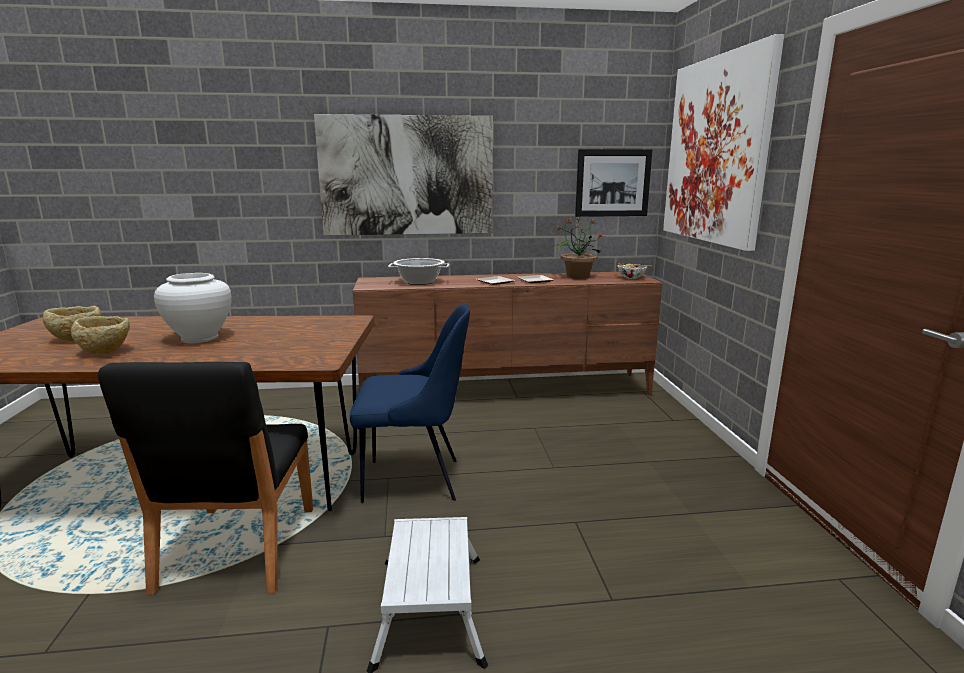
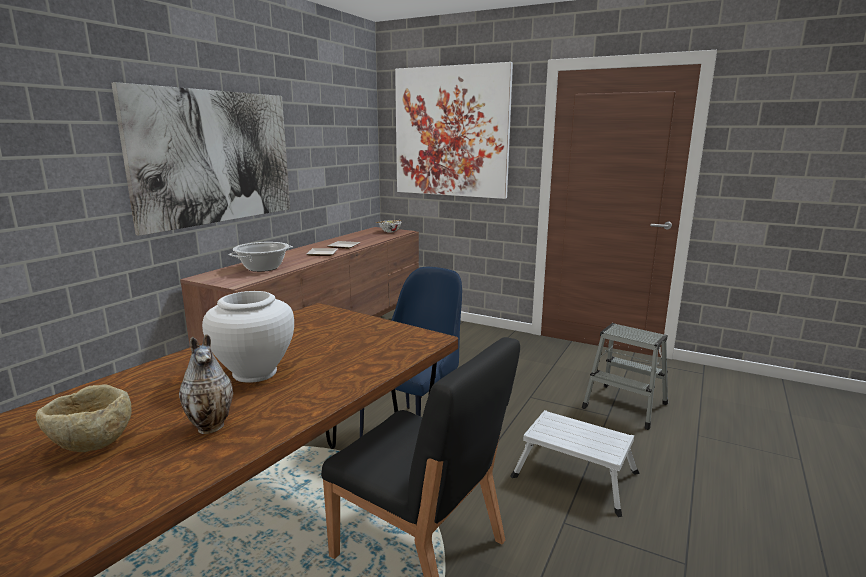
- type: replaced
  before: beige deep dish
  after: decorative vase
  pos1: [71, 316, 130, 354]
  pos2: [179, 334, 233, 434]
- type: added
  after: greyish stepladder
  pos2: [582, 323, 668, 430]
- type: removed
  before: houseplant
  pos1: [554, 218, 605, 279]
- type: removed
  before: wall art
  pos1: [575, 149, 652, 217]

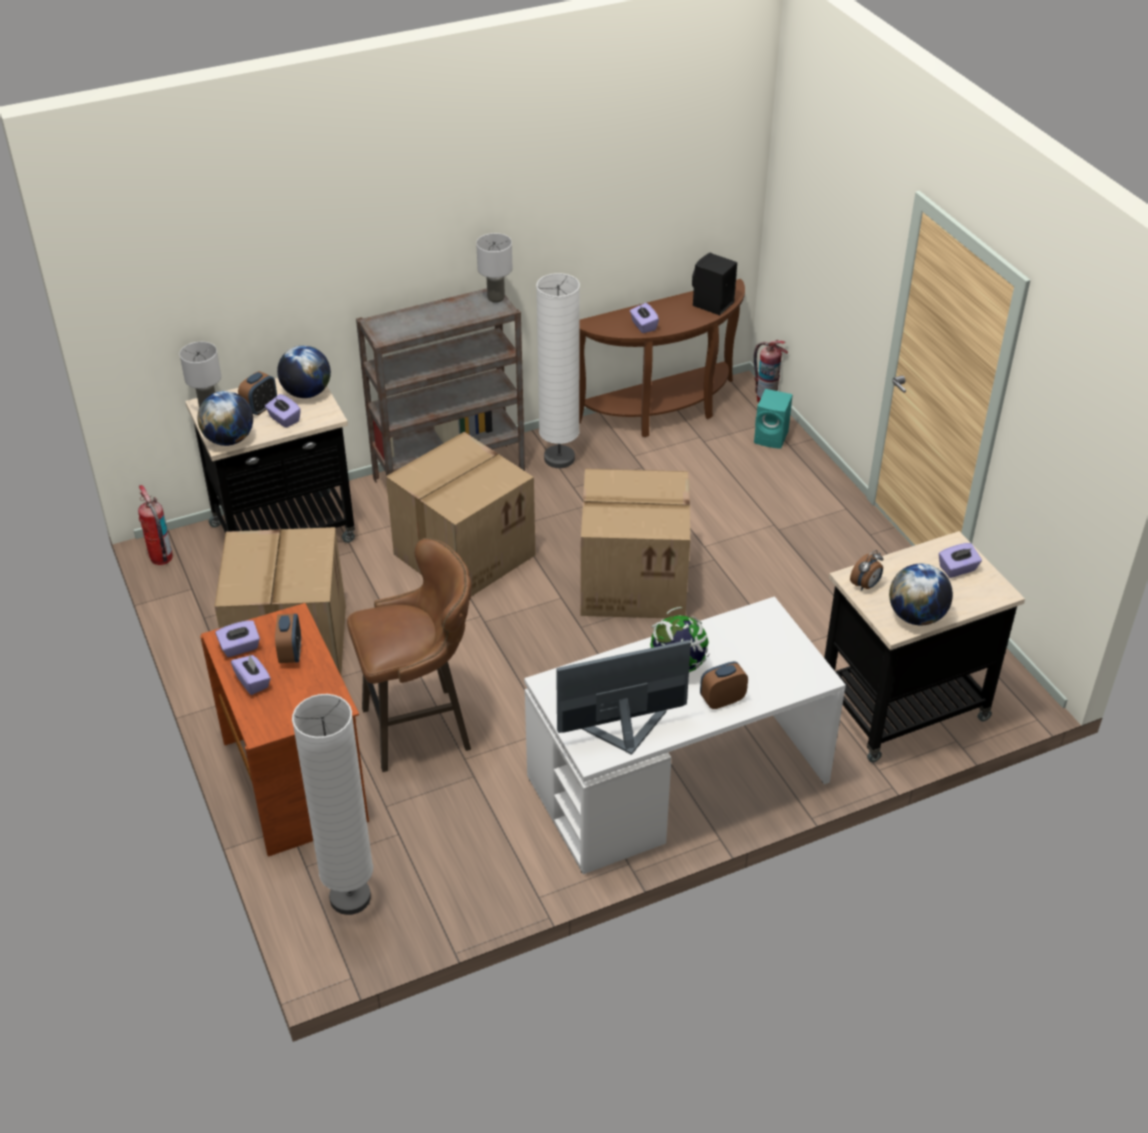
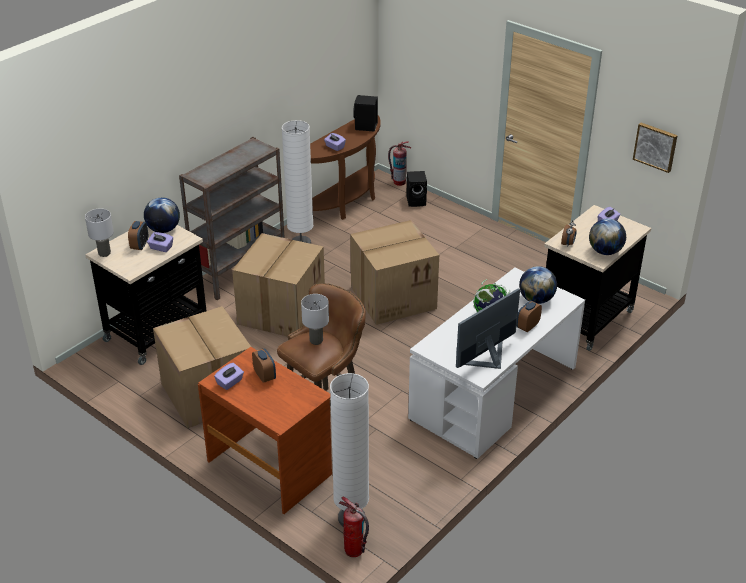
- type: moved
  before: whitish tabletop lamp
  pos1: [476, 233, 513, 303]
  pos2: [301, 294, 329, 345]
- type: moved
  before: fire-fighting cylinder
  pos1: [138, 485, 173, 565]
  pos2: [338, 497, 369, 557]
- type: recoloured
  before: blue-green loudspeaker
  after: blackish loudspeaker
  pos1: [754, 389, 793, 449]
  pos2: [406, 171, 427, 207]
- type: moved
  before: desk globe
  pos1: [198, 391, 253, 446]
  pos2: [519, 266, 557, 304]
- type: added
  after: wall art
  pos2: [633, 123, 678, 173]
- type: removed
  before: purplish tissue holder
  pos1: [231, 654, 271, 695]

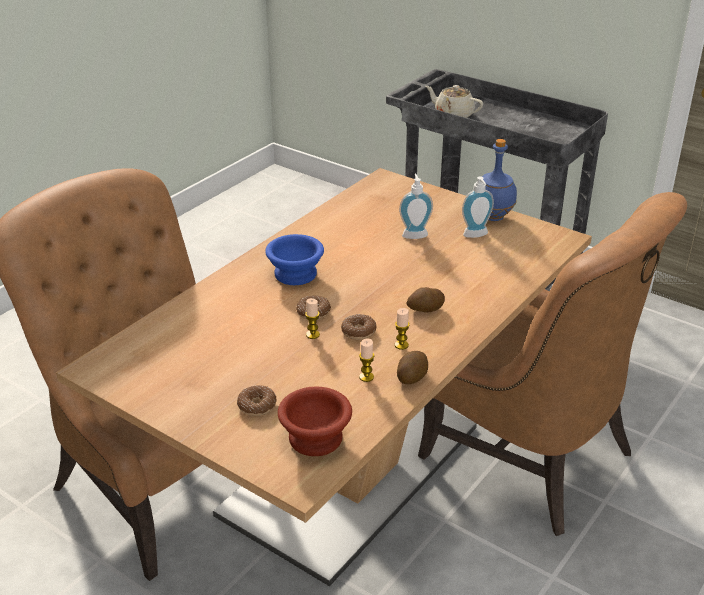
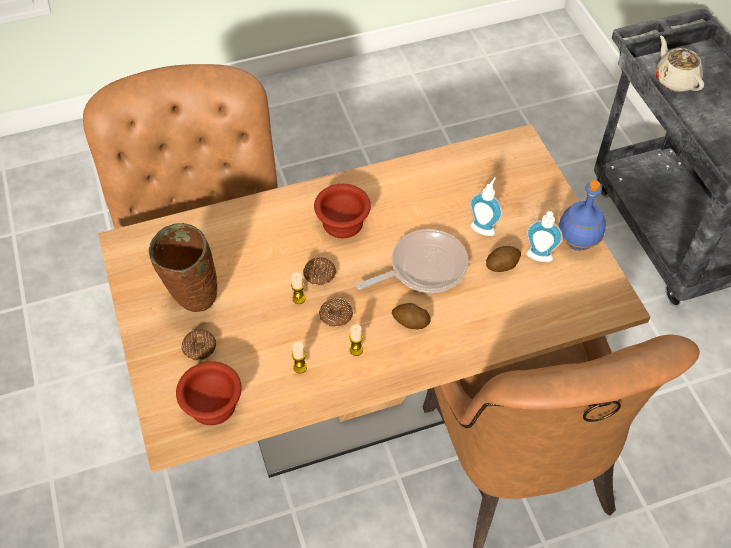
- type: added
  after: brownish decorative vase
  pos2: [149, 223, 217, 312]
- type: recoloured
  before: blue-coloured deep dish
  after: brownish deep dish
  pos1: [265, 234, 324, 285]
  pos2: [314, 184, 371, 238]
- type: added
  after: pan
  pos2: [356, 229, 469, 293]
- type: moved
  before: spud
  pos1: [397, 351, 428, 384]
  pos2: [486, 246, 521, 272]

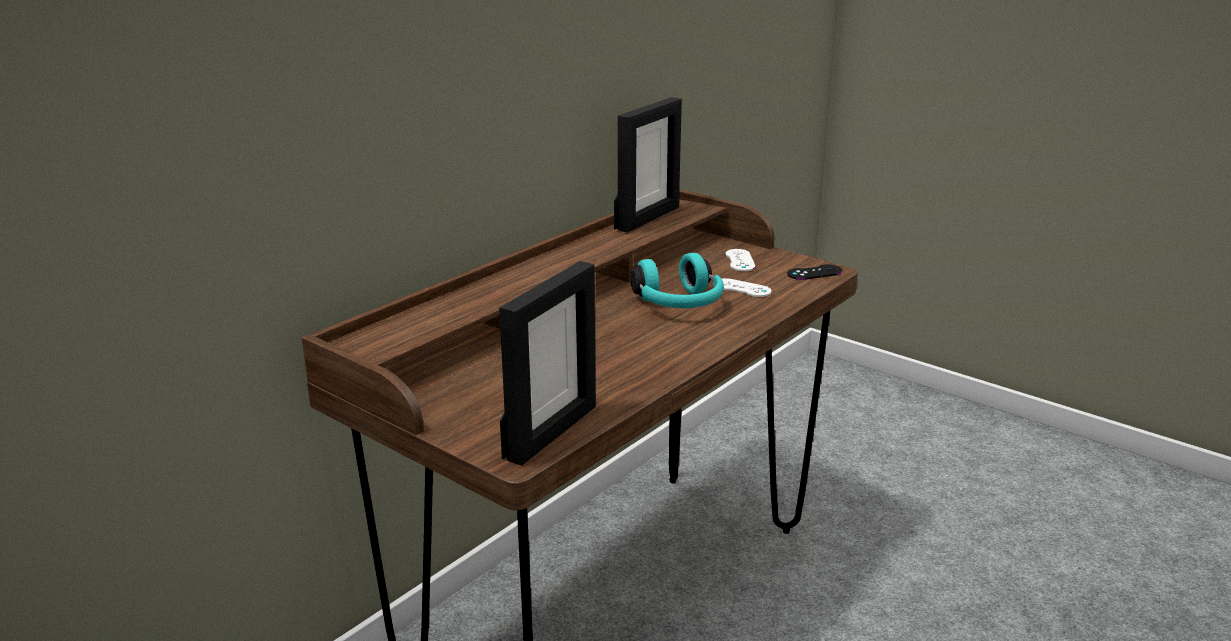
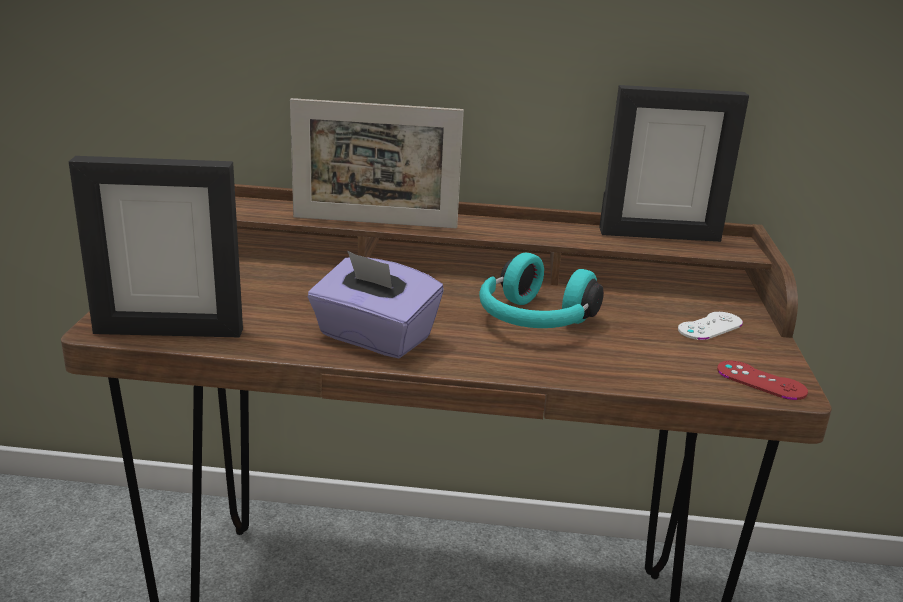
- type: added
  after: photo frame
  pos2: [290, 98, 464, 228]
- type: added
  after: purplish tissue holder
  pos2: [308, 251, 444, 359]
- type: recoloured
  before: blackish joypad
  after: red-coloured joypad
  pos1: [787, 264, 842, 280]
  pos2: [717, 361, 808, 400]
- type: removed
  before: whitish joypad
  pos1: [722, 278, 771, 297]

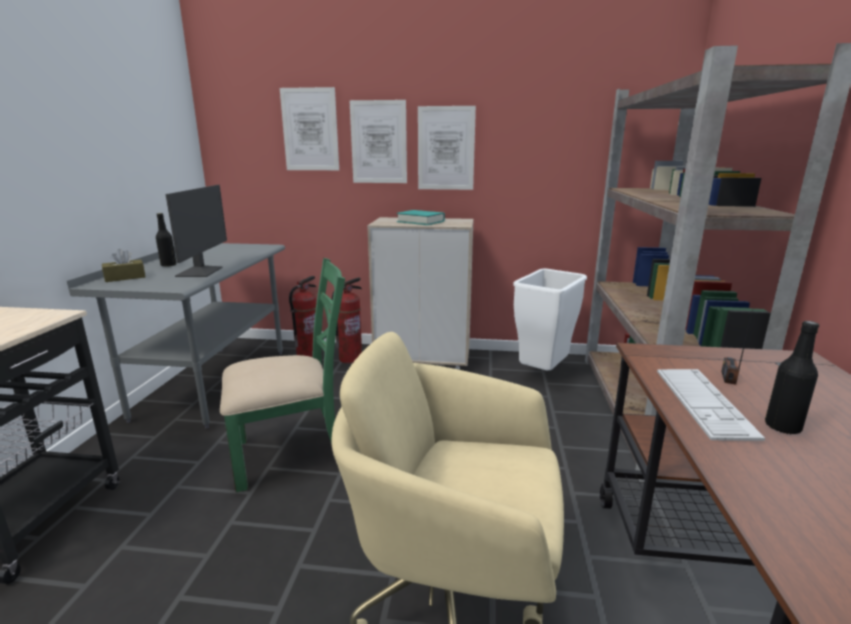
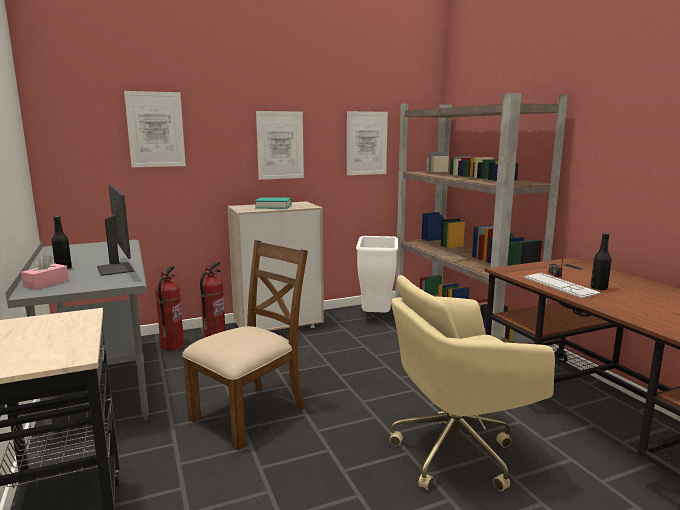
- type: recoloured
  before: brownish tissue holder
  after: pinkish tissue holder
  pos1: [102, 249, 145, 282]
  pos2: [21, 254, 69, 290]
- type: recoloured
  before: green-coloured upright chair
  after: brownish upright chair
  pos1: [220, 258, 345, 492]
  pos2: [182, 240, 308, 450]
- type: moved
  before: wall art
  pos1: [349, 100, 407, 183]
  pos2: [347, 111, 388, 175]

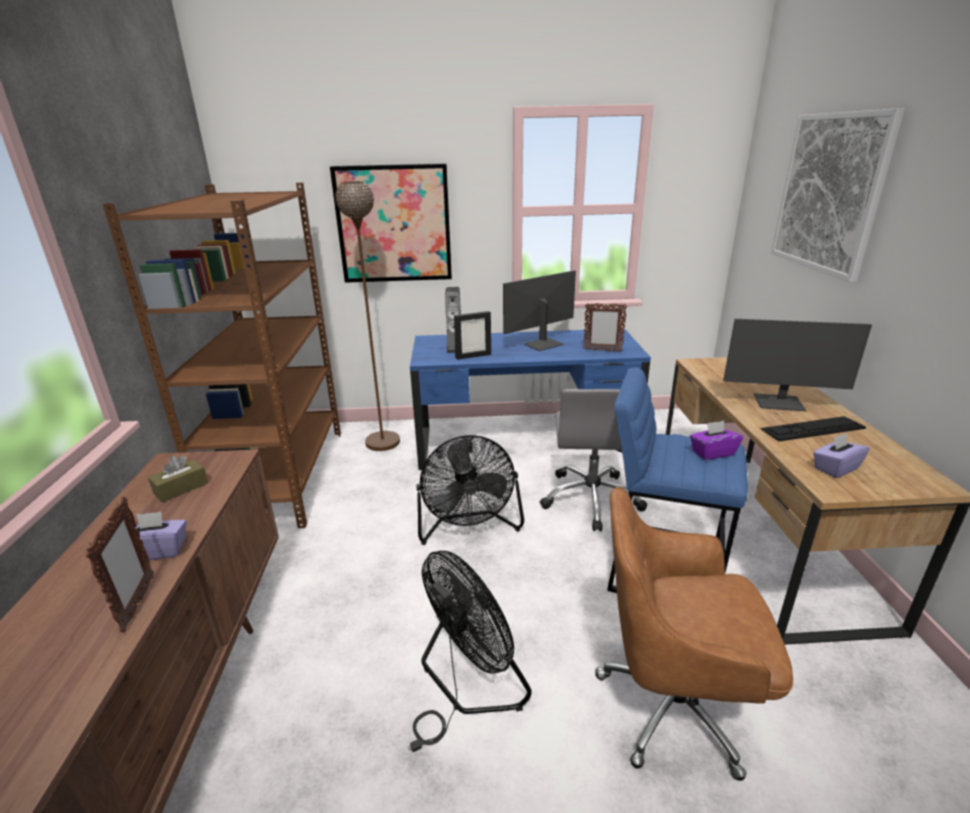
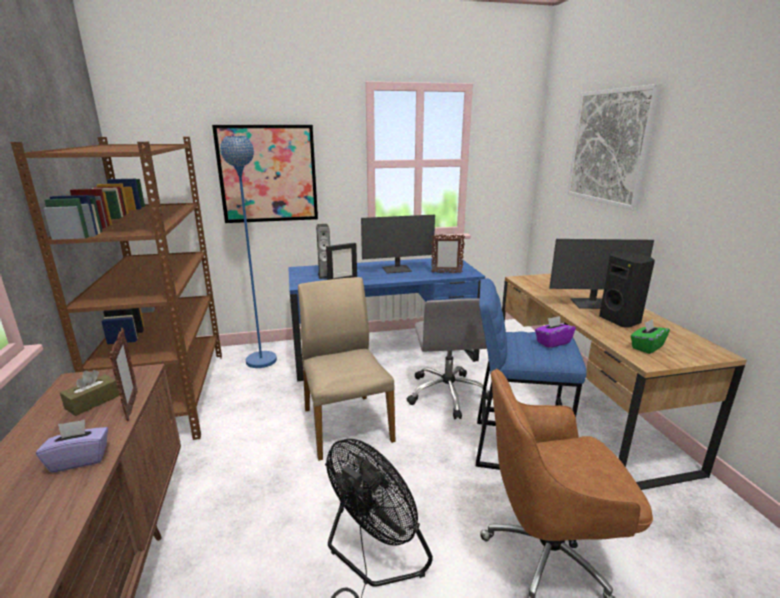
- type: moved
  before: photo frame
  pos1: [86, 497, 154, 633]
  pos2: [110, 328, 138, 421]
- type: recoloured
  before: brownish floor lamp
  after: blue-coloured floor lamp
  pos1: [335, 181, 400, 451]
  pos2: [220, 136, 277, 368]
- type: replaced
  before: blackish electric fan
  after: beige upright chair
  pos1: [416, 435, 524, 545]
  pos2: [298, 277, 396, 461]
- type: turned
  before: computer screen
  pos1: [503, 270, 576, 351]
  pos2: [361, 215, 435, 274]
  turn: -150
- type: replaced
  before: PC keyboard
  after: blackish loudspeaker
  pos1: [760, 416, 866, 441]
  pos2: [599, 253, 655, 328]
- type: recoloured
  before: purplish tissue holder
  after: green-coloured tissue holder
  pos1: [813, 433, 870, 478]
  pos2: [631, 319, 670, 354]

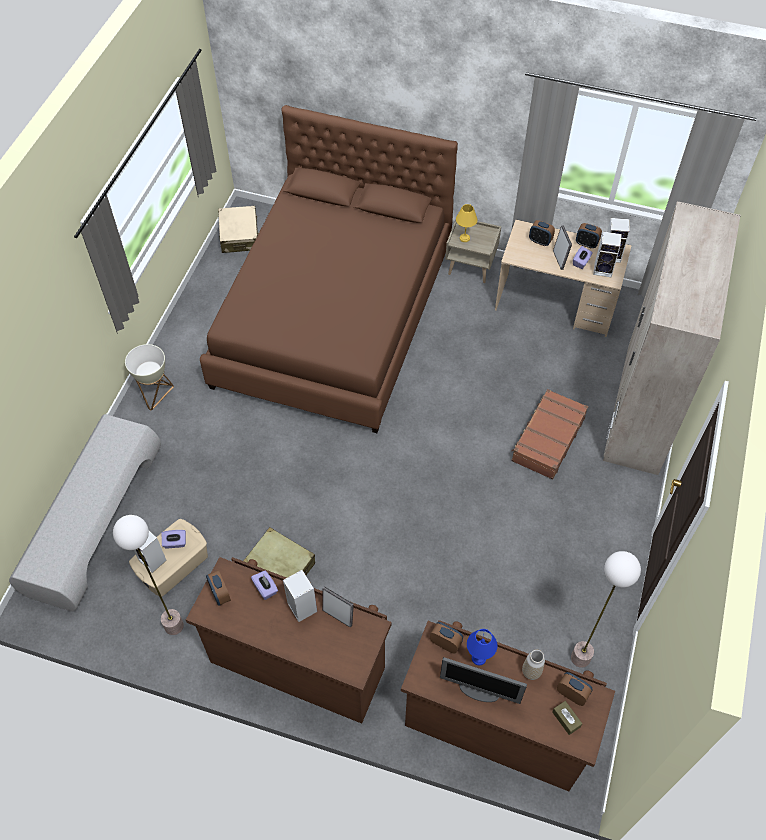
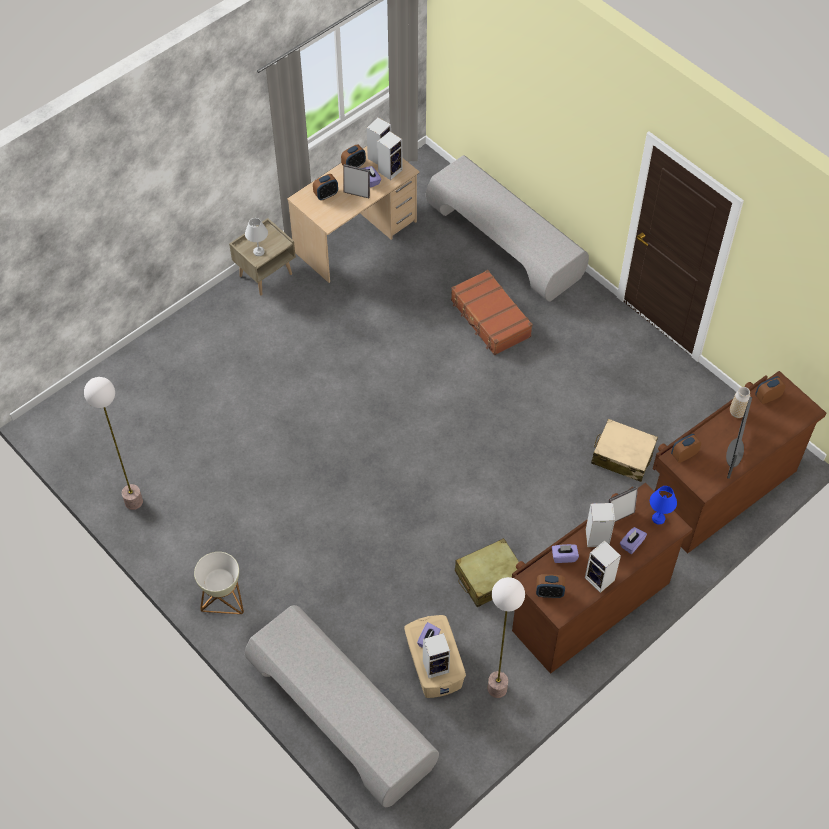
- type: moved
  before: floor lamp
  pos1: [571, 551, 641, 668]
  pos2: [84, 377, 143, 510]
- type: recoloured
  before: yellow tabletop lamp
  after: whitish tabletop lamp
  pos1: [456, 204, 477, 242]
  pos2: [245, 218, 268, 256]
- type: replaced
  before: beige wardrobe
  after: greyish bench
  pos1: [603, 202, 741, 475]
  pos2: [426, 155, 589, 302]
- type: added
  after: loudspeaker
  pos2: [585, 541, 621, 593]
- type: moved
  before: beige suitcase
  pos1: [218, 206, 258, 253]
  pos2: [591, 419, 658, 482]
- type: added
  after: purplish tissue holder
  pos2: [620, 527, 647, 554]
- type: moved
  before: blue-coloured tabletop lamp
  pos1: [467, 629, 497, 665]
  pos2: [650, 486, 677, 525]
- type: turned
  before: computer screen
  pos1: [440, 657, 527, 704]
  pos2: [726, 397, 752, 479]
  turn: 150
- type: removed
  before: brownish bed
  pos1: [200, 105, 458, 433]
- type: removed
  before: brownish tissue holder
  pos1: [552, 701, 582, 735]

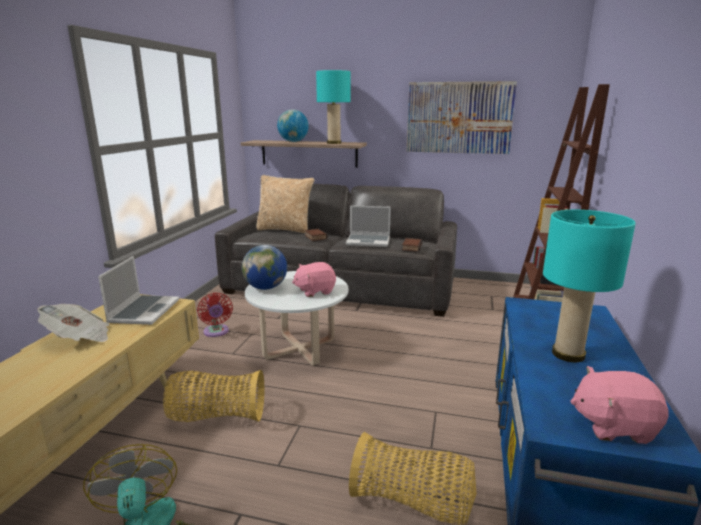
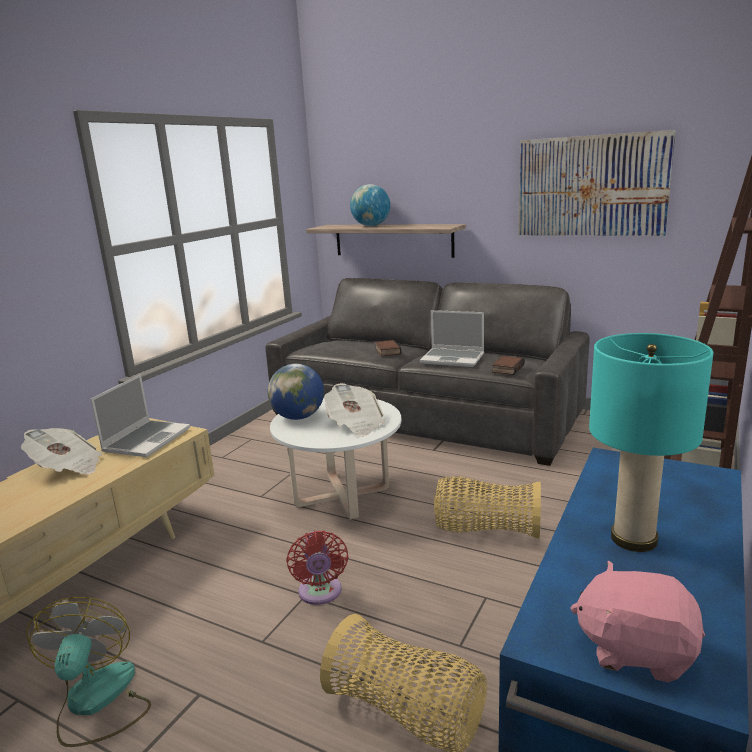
- type: moved
  before: red-coloured electric fan
  pos1: [197, 293, 233, 337]
  pos2: [286, 530, 349, 605]
- type: replaced
  before: pinkish soft toy
  after: newspaper
  pos1: [292, 262, 336, 297]
  pos2: [324, 383, 386, 437]
- type: moved
  before: household basket
  pos1: [163, 370, 264, 422]
  pos2: [434, 477, 541, 539]
- type: removed
  before: beige pillow
  pos1: [256, 175, 314, 234]
- type: removed
  before: blue-green tabletop lamp
  pos1: [316, 70, 350, 144]

